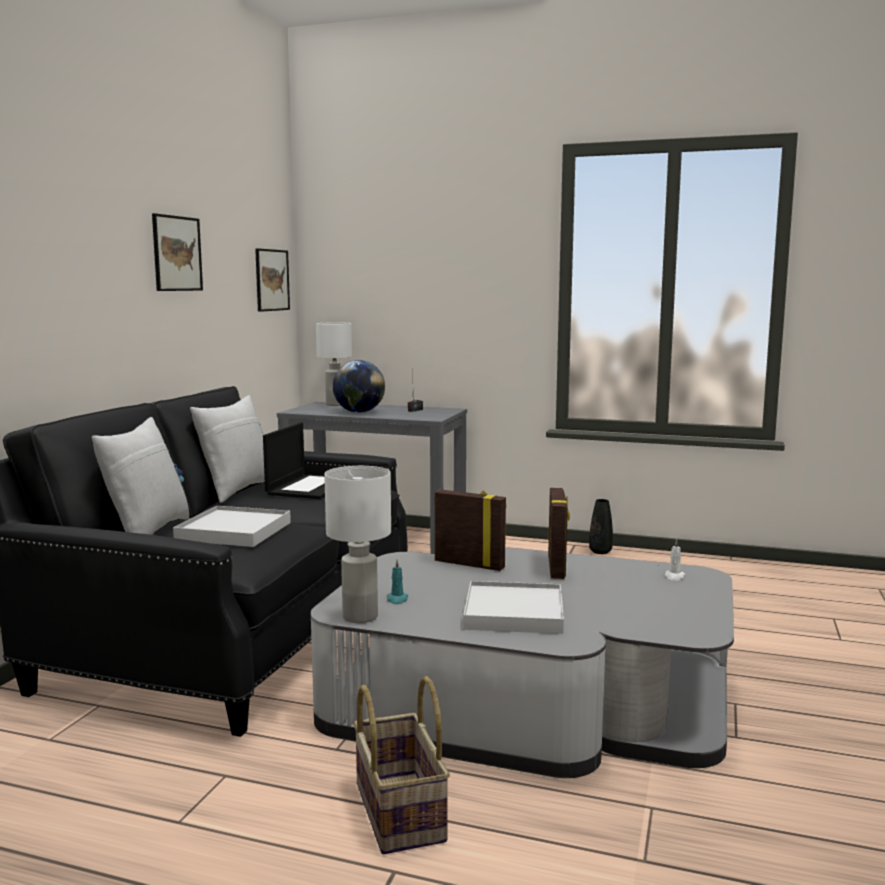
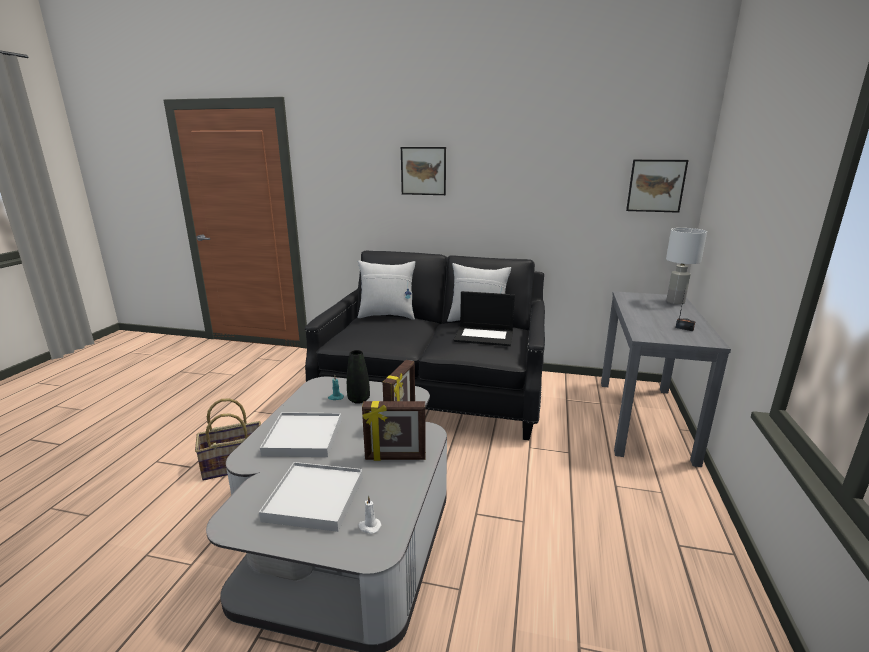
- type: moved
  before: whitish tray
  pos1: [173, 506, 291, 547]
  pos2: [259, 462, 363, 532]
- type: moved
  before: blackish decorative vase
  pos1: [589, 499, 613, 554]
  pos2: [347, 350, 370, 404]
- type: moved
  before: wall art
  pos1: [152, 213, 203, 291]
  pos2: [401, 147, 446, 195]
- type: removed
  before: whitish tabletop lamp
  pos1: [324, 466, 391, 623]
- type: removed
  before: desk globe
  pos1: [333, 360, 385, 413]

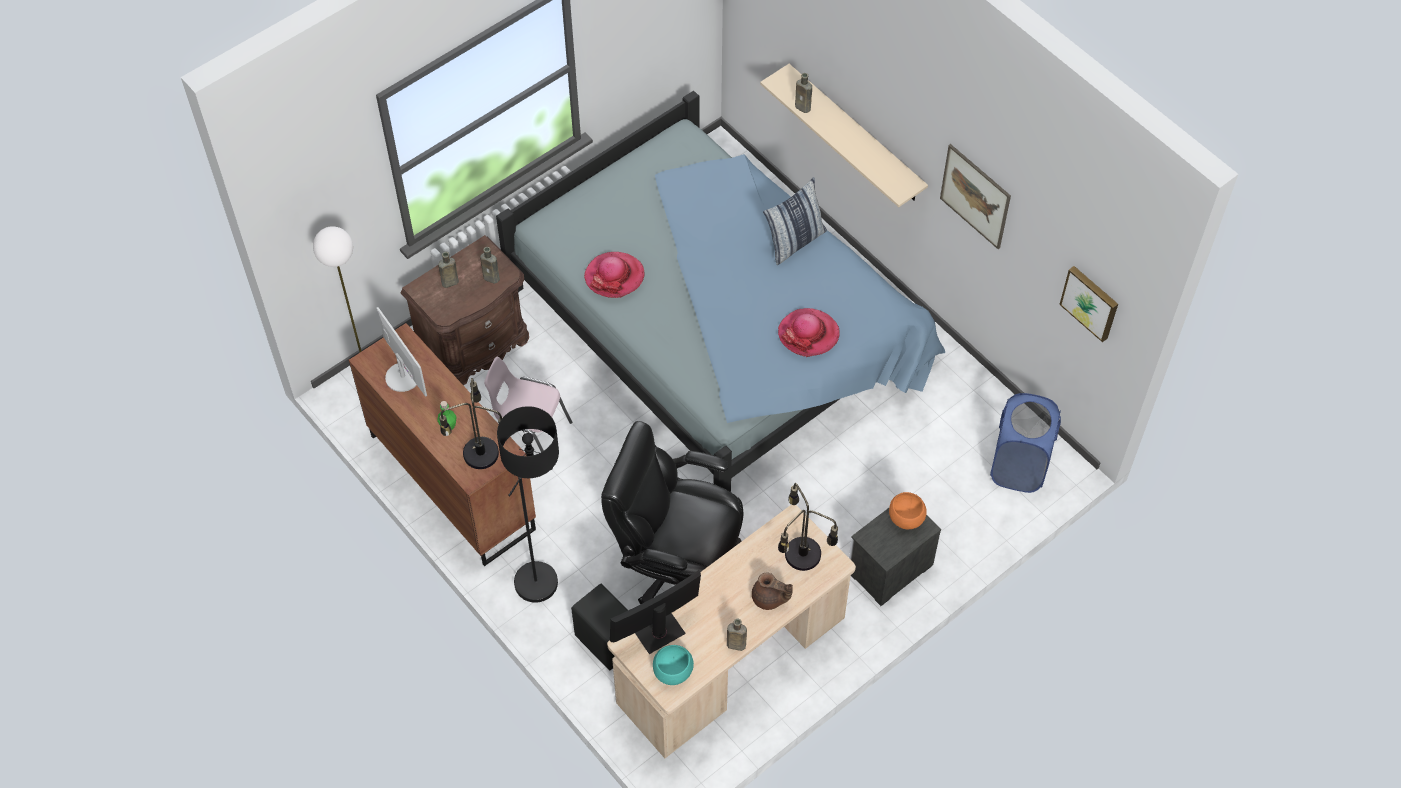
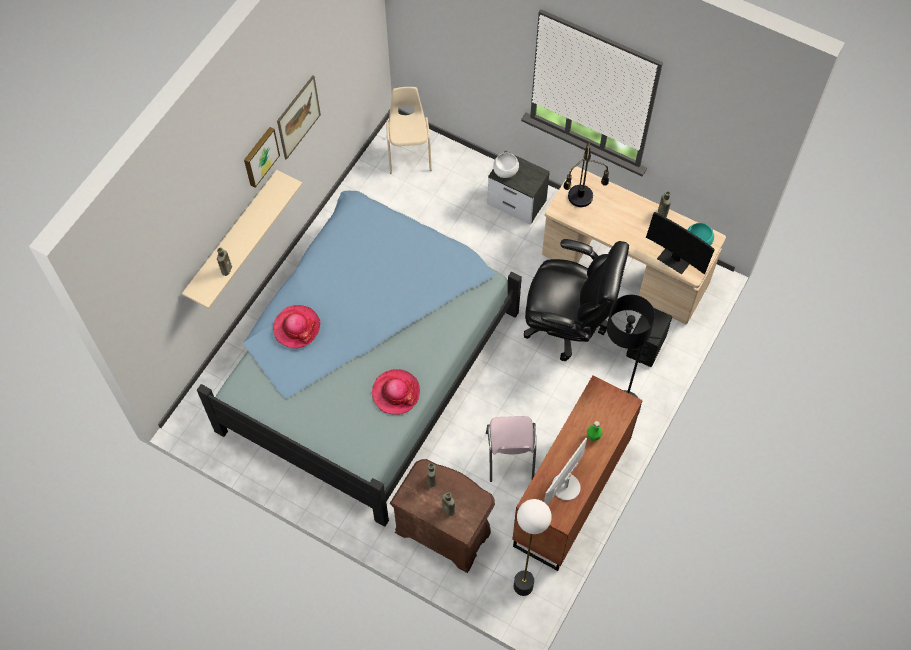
- type: moved
  before: wall art
  pos1: [1059, 266, 1118, 342]
  pos2: [244, 127, 280, 188]
- type: moved
  before: clothing hat
  pos1: [778, 308, 840, 357]
  pos2: [273, 305, 320, 349]
- type: replaced
  before: blue-coloured laundry basket
  after: beige upright chair
  pos1: [990, 393, 1061, 493]
  pos2: [386, 87, 432, 174]
- type: recoloured
  before: orangey deep dish
  after: whitish deep dish
  pos1: [889, 492, 927, 529]
  pos2: [493, 152, 519, 178]
- type: turned
  before: blackish computer chair
  pos1: [601, 421, 744, 604]
  pos2: [524, 239, 629, 361]
  turn: -75
- type: removed
  before: tabletop lamp
  pos1: [439, 378, 502, 469]
- type: removed
  before: brownish teapot
  pos1: [752, 572, 793, 610]
- type: removed
  before: pillow
  pos1: [763, 177, 827, 265]

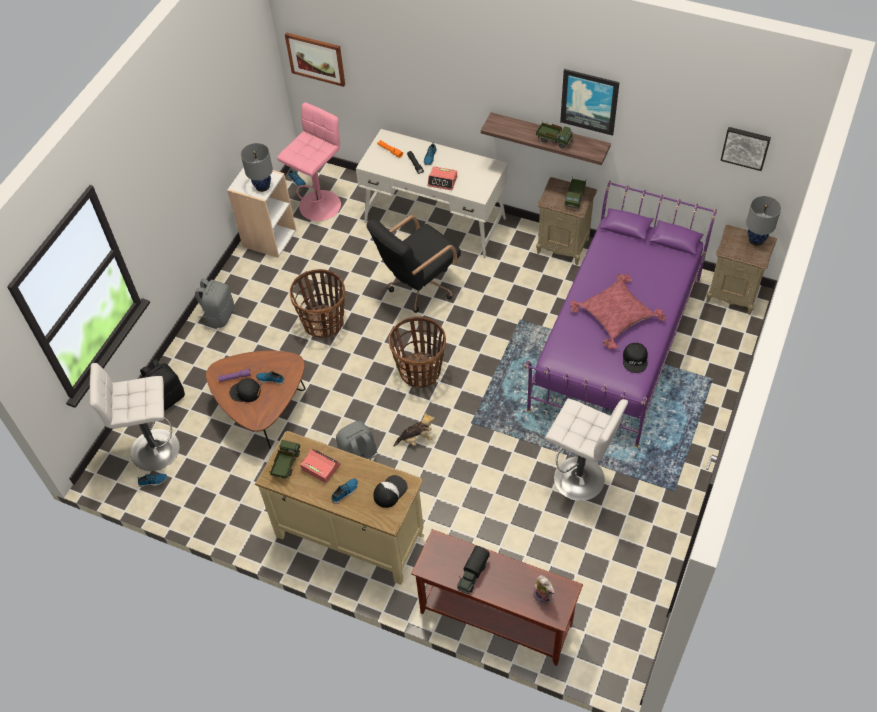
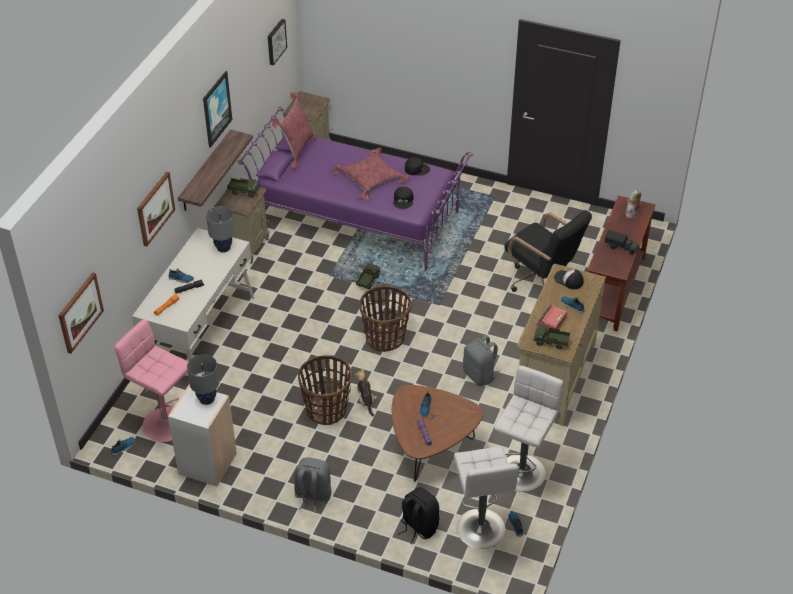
- type: added
  after: wall art
  pos2: [137, 172, 175, 247]
- type: moved
  before: greyish tabletop lamp
  pos1: [746, 196, 781, 246]
  pos2: [206, 206, 235, 253]
- type: added
  after: red-coloured pillow
  pos2: [272, 92, 316, 169]
- type: moved
  before: soft toy
  pos1: [393, 412, 435, 447]
  pos2: [355, 368, 377, 417]
- type: moved
  before: model truck
  pos1: [536, 123, 574, 148]
  pos2: [356, 263, 381, 289]
- type: moved
  before: blackish cap
  pos1: [230, 378, 261, 402]
  pos2: [393, 187, 413, 209]
- type: moved
  before: whitish stool
  pos1: [545, 399, 628, 501]
  pos2: [494, 366, 564, 492]
- type: moved
  before: blackish computer chair
  pos1: [366, 215, 461, 313]
  pos2: [504, 210, 592, 292]
- type: removed
  before: alarm clock
  pos1: [427, 166, 457, 190]

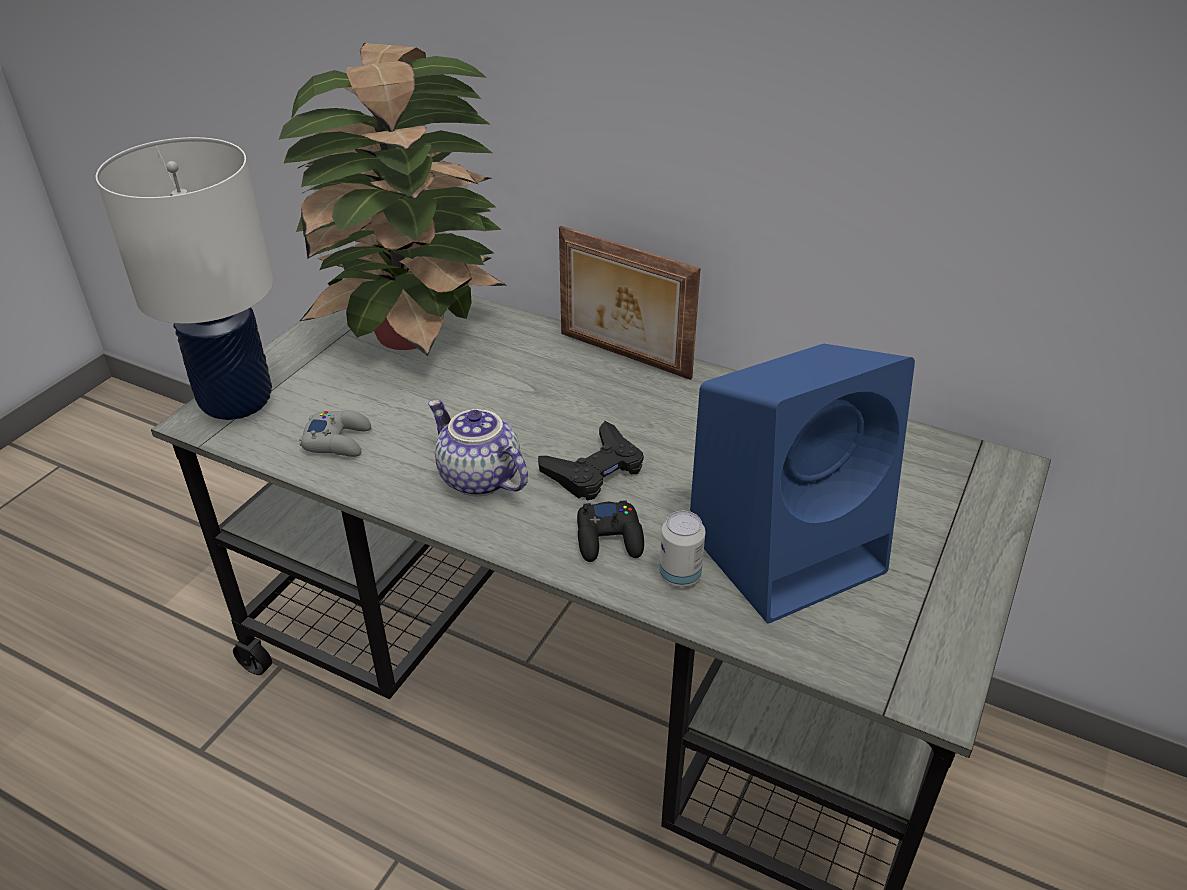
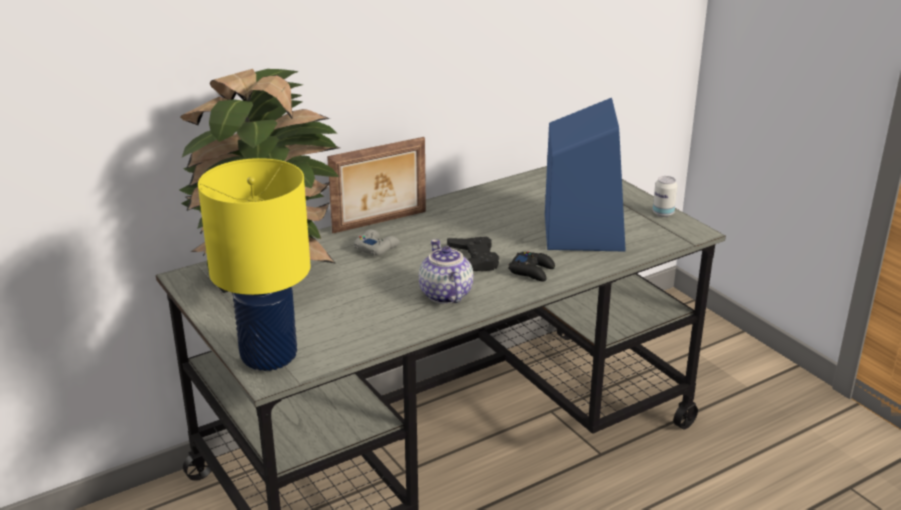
- type: recoloured
  before: whitish tabletop lamp
  after: yellow tabletop lamp
  pos1: [96, 137, 273, 420]
  pos2: [198, 158, 311, 371]
- type: moved
  before: greyish joypad
  pos1: [299, 410, 371, 457]
  pos2: [354, 229, 400, 256]
- type: turned
  before: teapot
  pos1: [428, 399, 528, 496]
  pos2: [419, 239, 473, 304]
  turn: 90
- type: moved
  before: metal can
  pos1: [659, 511, 705, 587]
  pos2: [653, 176, 677, 217]

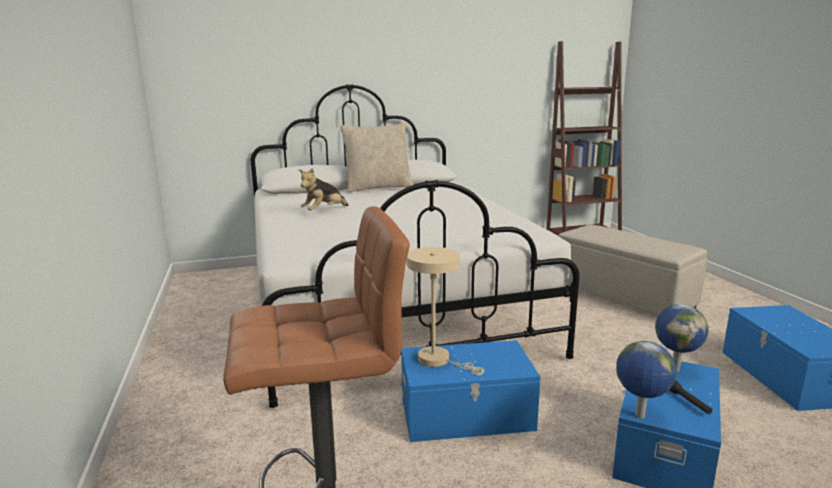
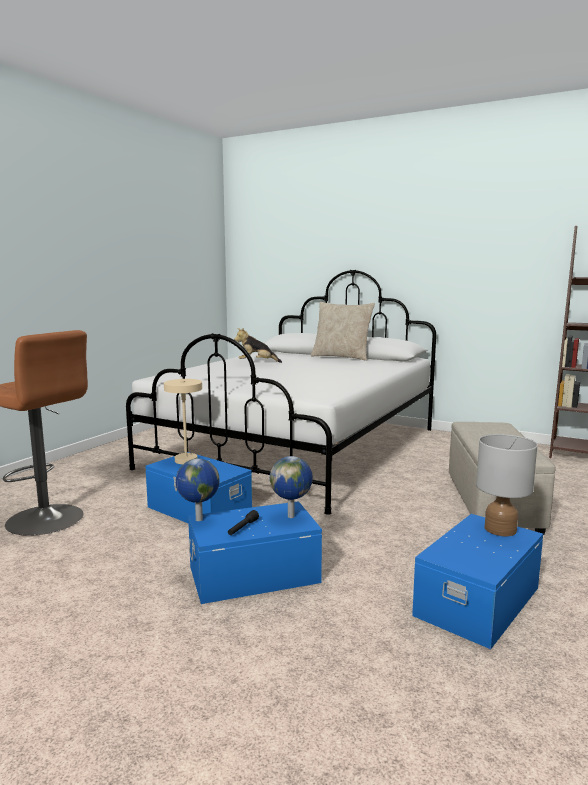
- type: added
  after: greyish tabletop lamp
  pos2: [476, 434, 537, 536]

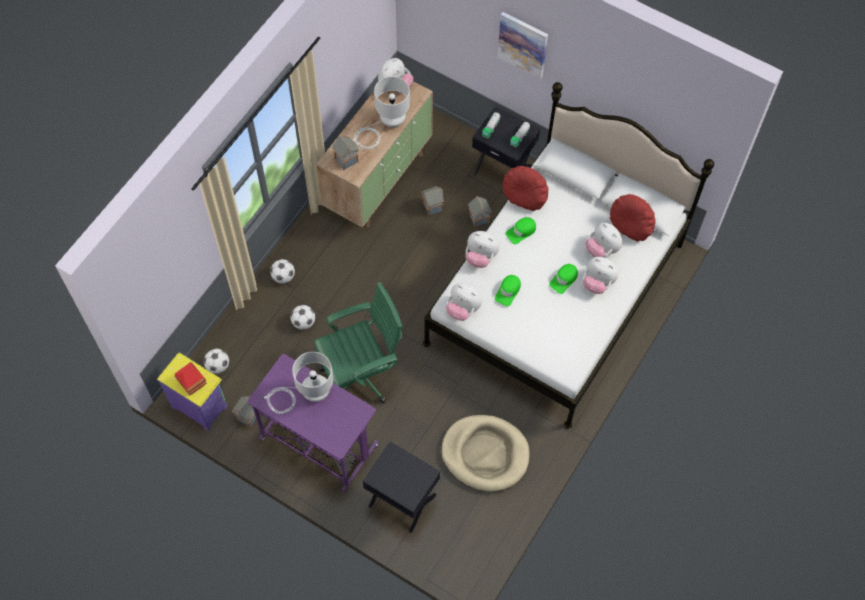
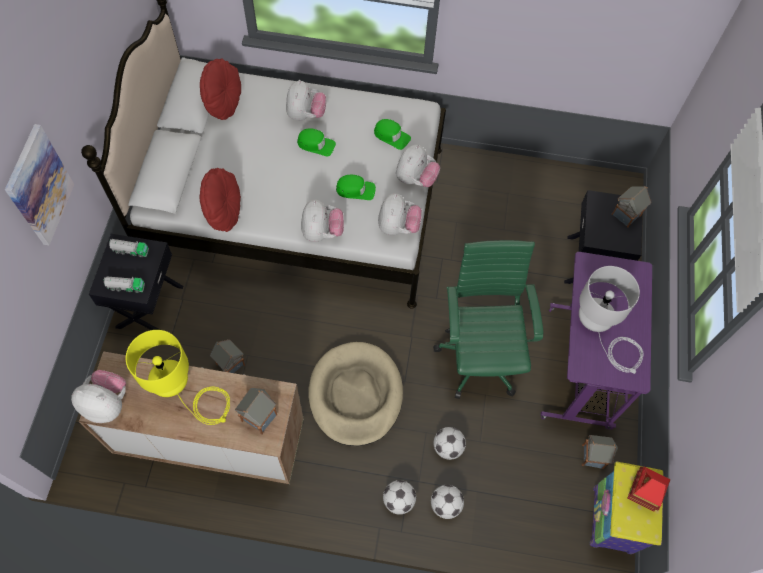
- type: recoloured
  before: greyish tabletop lamp
  after: yellow tabletop lamp
  pos1: [352, 76, 410, 149]
  pos2: [126, 330, 230, 425]
- type: moved
  before: beige pet bed
  pos1: [441, 415, 530, 492]
  pos2: [308, 342, 403, 446]
- type: moved
  before: green-coloured cap
  pos1: [506, 217, 536, 244]
  pos2: [374, 119, 411, 150]
- type: moved
  before: soft toy
  pos1: [586, 223, 623, 257]
  pos2: [396, 145, 440, 187]
- type: moved
  before: ball for football
  pos1: [204, 349, 229, 374]
  pos2: [431, 485, 464, 519]
- type: turned
  before: green-coloured computer chair
  pos1: [314, 282, 402, 403]
  pos2: [433, 240, 544, 399]
  turn: 45
- type: moved
  before: miniature house
  pos1: [468, 196, 492, 228]
  pos2: [612, 186, 651, 228]

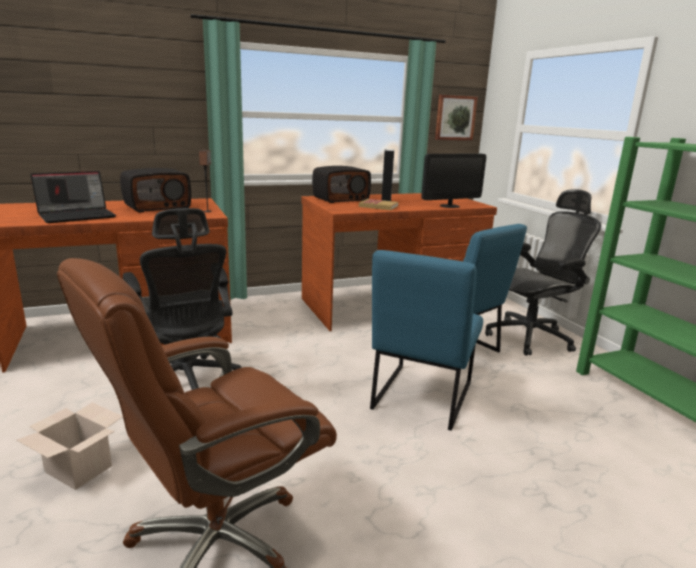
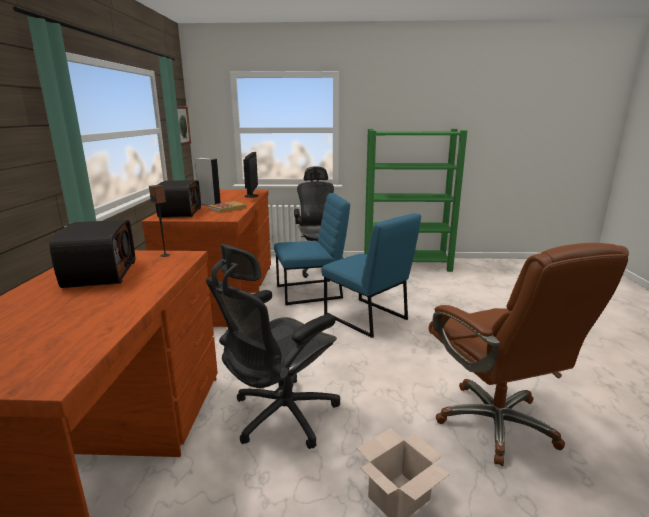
- type: turned
  before: computer chair
  pos1: [123, 208, 241, 390]
  pos2: [206, 244, 340, 449]
  turn: 135
- type: removed
  before: notebook computer
  pos1: [30, 171, 116, 223]

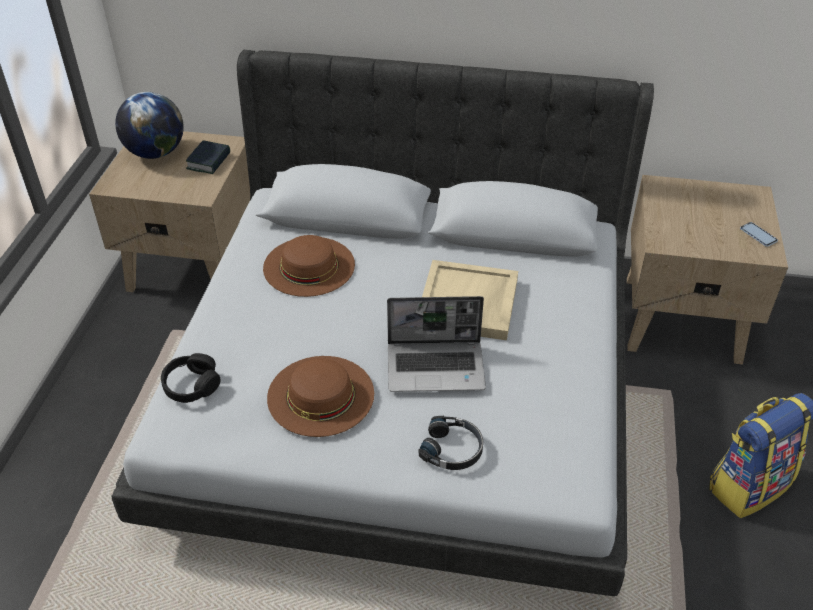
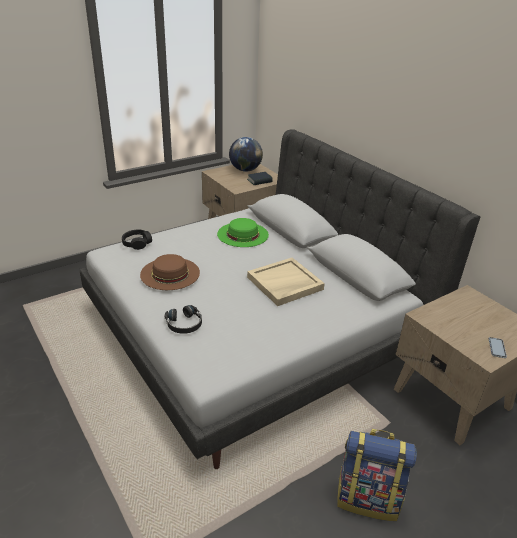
- type: recoloured
  before: brownish clothing hat
  after: green-coloured clothing hat
  pos1: [263, 235, 355, 297]
  pos2: [217, 218, 269, 247]
- type: removed
  before: notebook computer
  pos1: [387, 296, 486, 392]

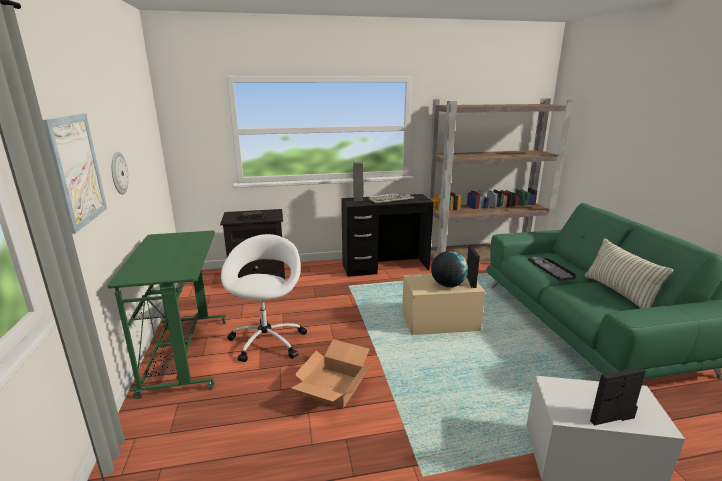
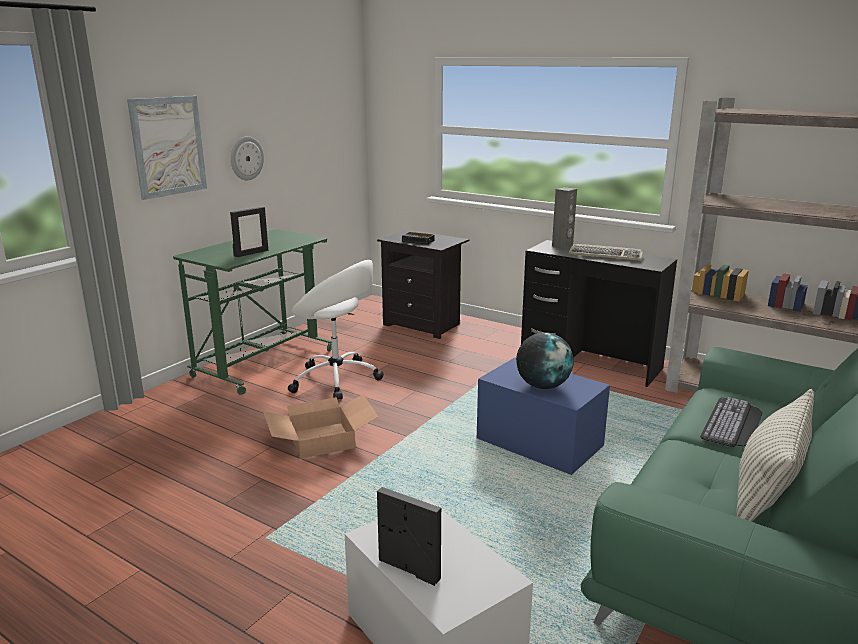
- type: moved
  before: photo frame
  pos1: [467, 246, 480, 288]
  pos2: [230, 207, 268, 257]
- type: turned
  before: whitish computer chair
  pos1: [221, 234, 307, 362]
  pos2: [288, 260, 384, 399]
  turn: 60
- type: recoloured
  before: beige storage container
  after: blue-coloured storage container
  pos1: [402, 274, 485, 335]
  pos2: [477, 357, 610, 475]

